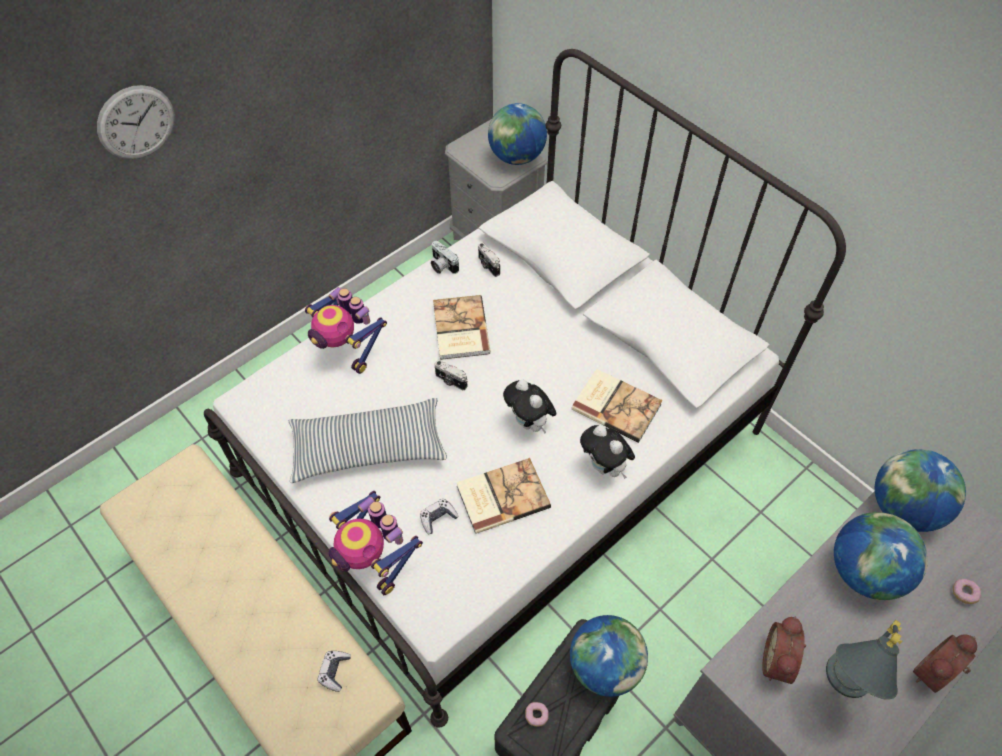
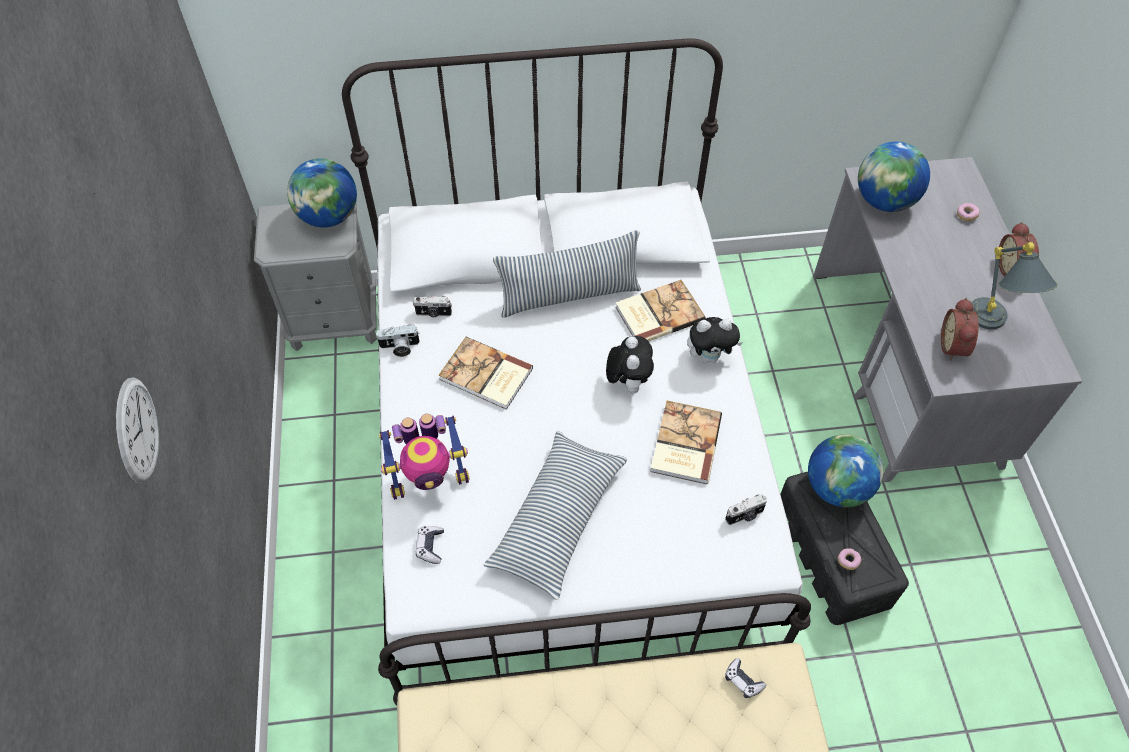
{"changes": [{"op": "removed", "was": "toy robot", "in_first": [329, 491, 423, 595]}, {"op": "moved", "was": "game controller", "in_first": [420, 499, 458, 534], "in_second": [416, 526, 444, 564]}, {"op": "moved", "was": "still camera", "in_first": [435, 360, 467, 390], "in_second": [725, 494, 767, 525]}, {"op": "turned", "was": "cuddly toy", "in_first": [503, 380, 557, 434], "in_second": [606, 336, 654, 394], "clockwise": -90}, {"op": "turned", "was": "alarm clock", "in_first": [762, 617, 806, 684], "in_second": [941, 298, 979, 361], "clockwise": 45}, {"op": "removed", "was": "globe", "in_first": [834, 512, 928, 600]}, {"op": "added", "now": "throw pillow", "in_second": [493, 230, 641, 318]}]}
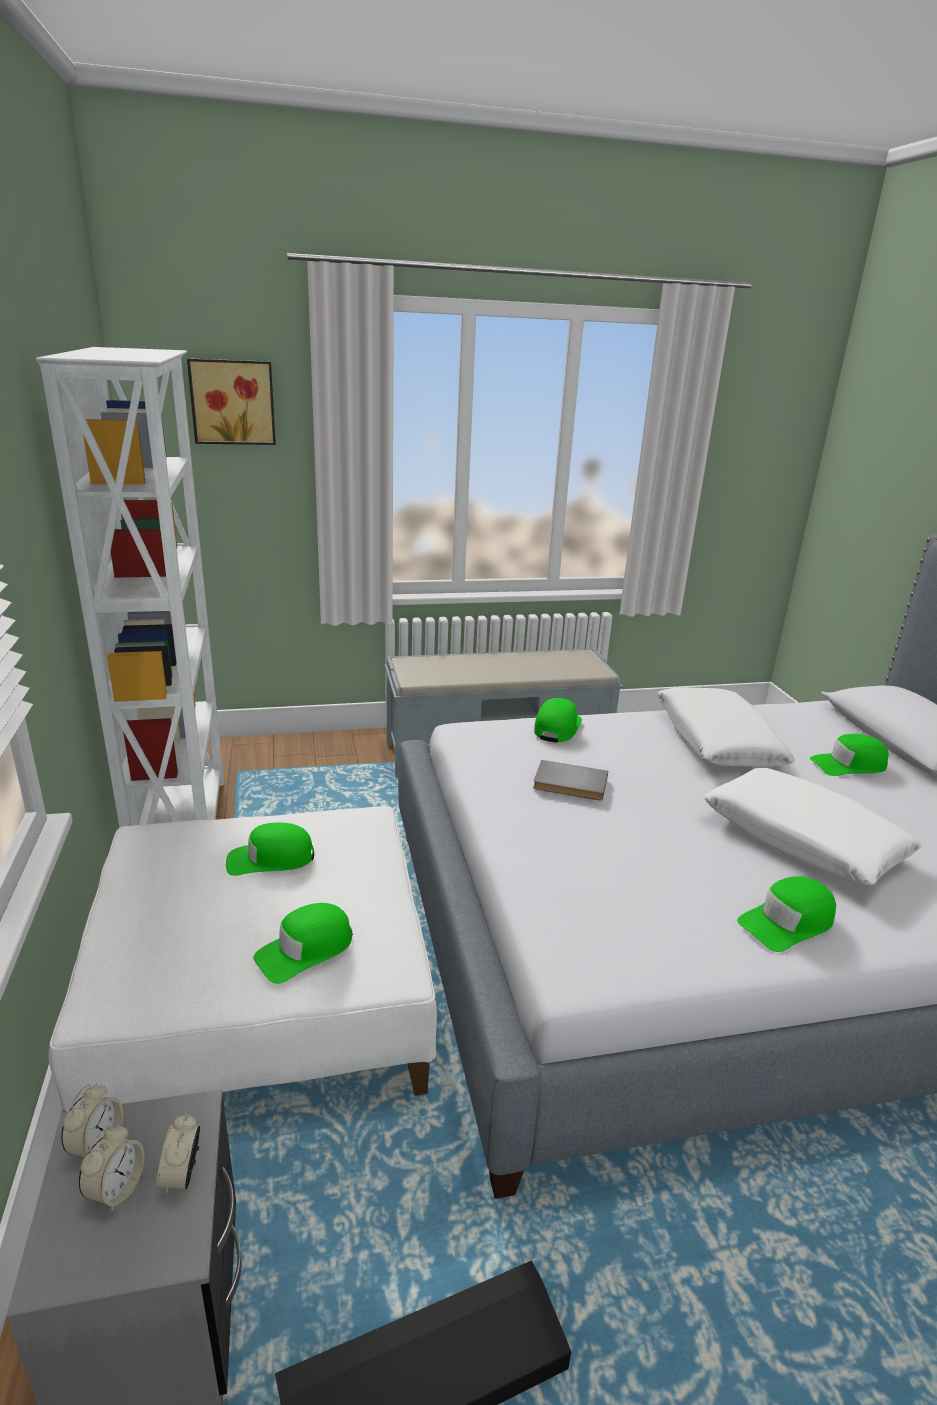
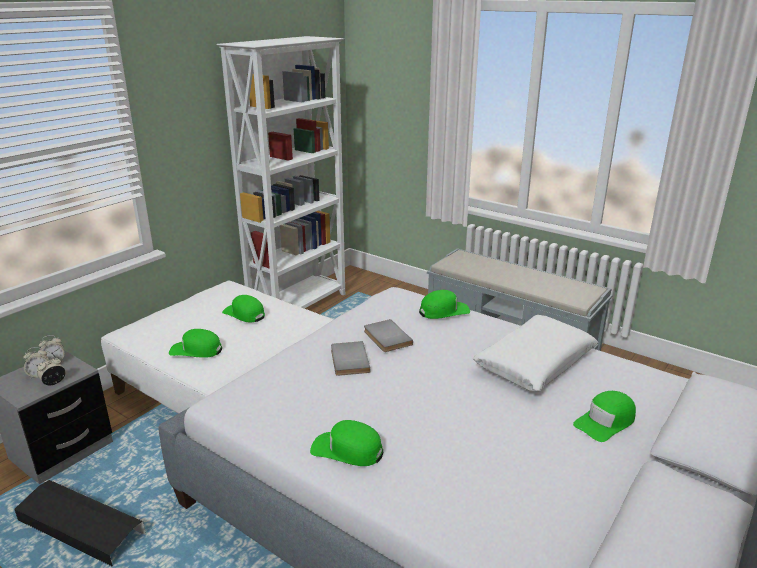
{"changes": [{"op": "removed", "was": "wall art", "in_first": [187, 358, 276, 445]}, {"op": "removed", "was": "whitish throw pillow", "in_first": [704, 768, 922, 886]}, {"op": "turned", "was": "greenish peaked cap", "in_first": [810, 734, 889, 776], "in_second": [573, 391, 636, 442], "clockwise": -75}, {"op": "added", "now": "grey volume", "in_second": [331, 341, 370, 376]}]}
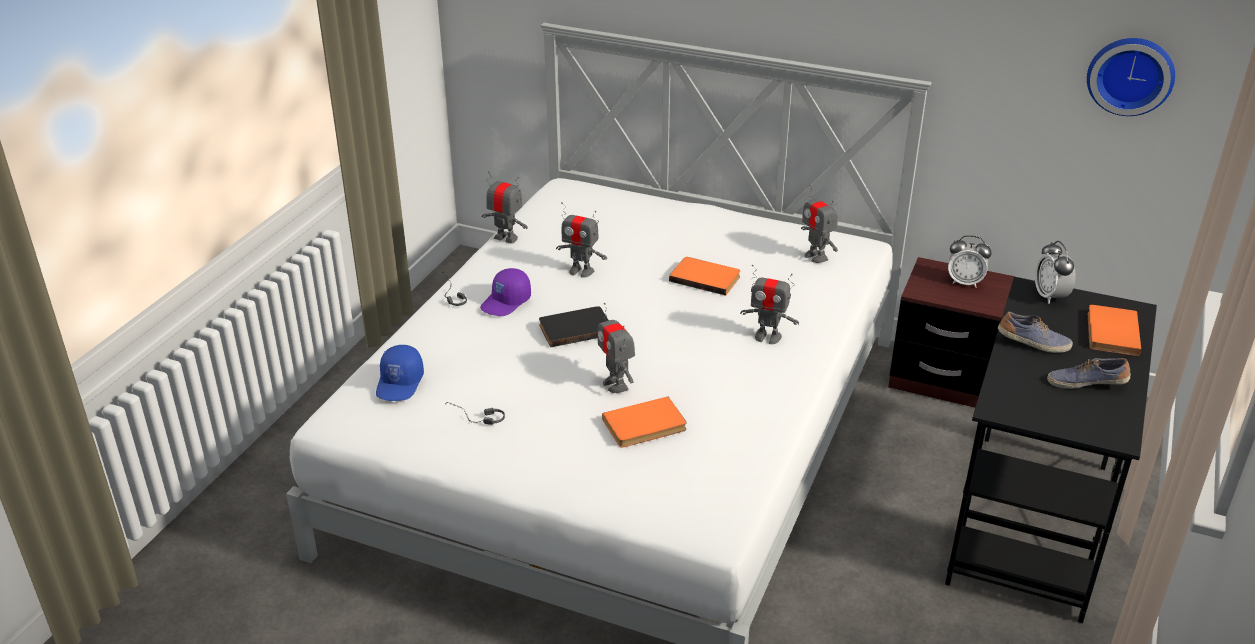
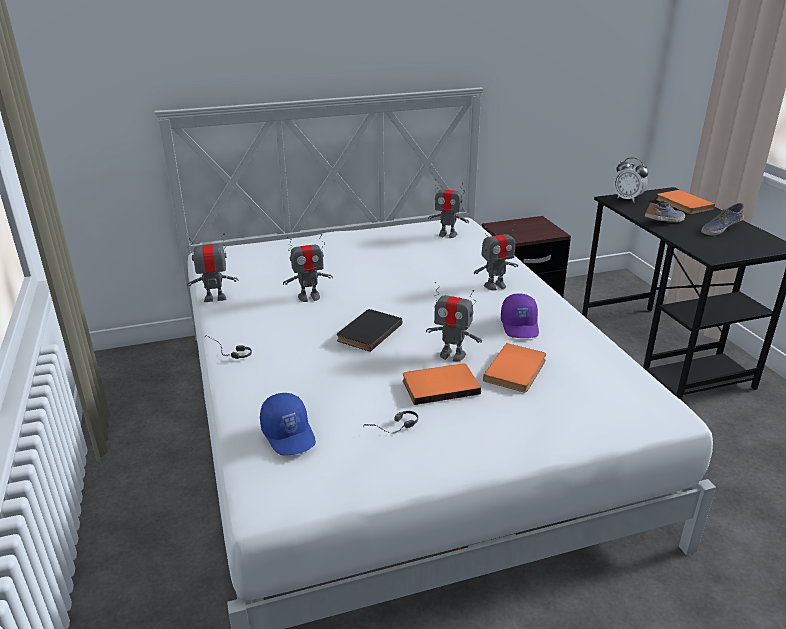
{"changes": [{"op": "moved", "was": "purplish peaked cap", "in_first": [480, 268, 531, 316], "in_second": [501, 293, 539, 338]}, {"op": "moved", "was": "orangey volume", "in_first": [669, 257, 740, 296], "in_second": [403, 364, 481, 405]}, {"op": "removed", "was": "alarm clock", "in_first": [948, 235, 992, 288]}, {"op": "removed", "was": "hanging clock", "in_first": [1087, 38, 1175, 116]}]}
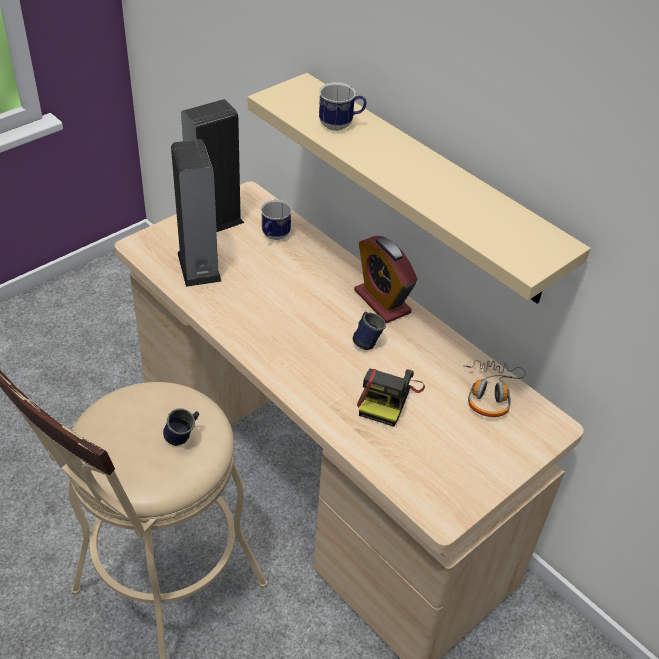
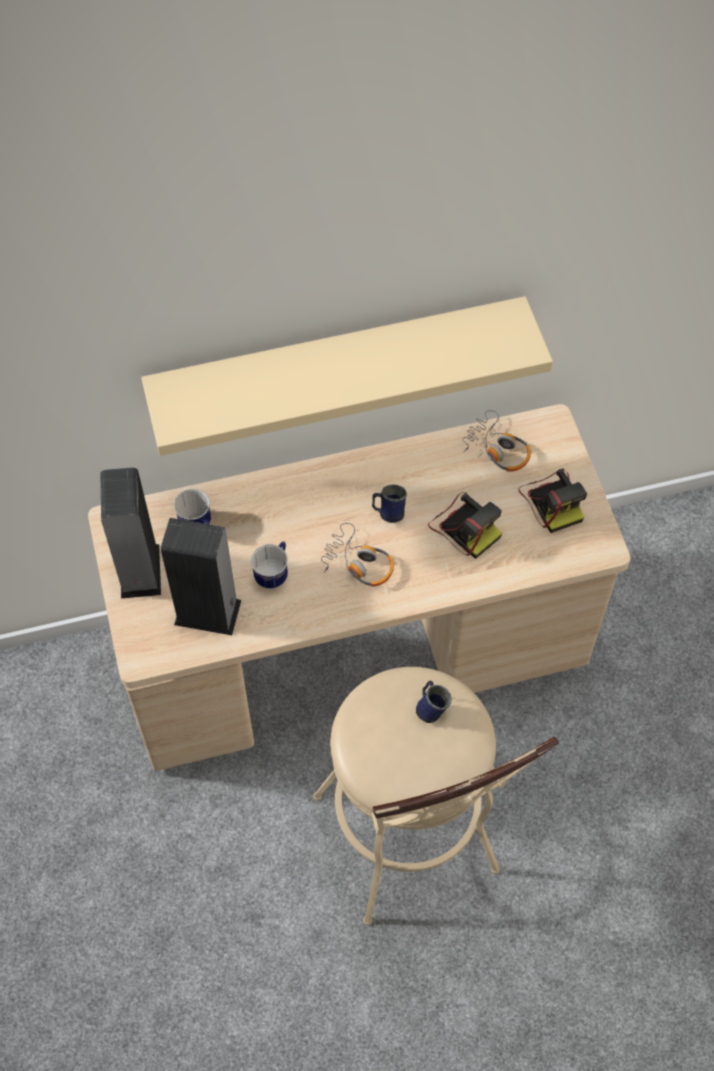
{"changes": [{"op": "moved", "was": "tea mug", "in_first": [319, 82, 367, 131], "in_second": [251, 541, 288, 589]}, {"op": "removed", "was": "alarm clock", "in_first": [354, 236, 417, 323]}, {"op": "added", "now": "pair of headphones", "in_second": [321, 523, 394, 587]}, {"op": "added", "now": "still camera", "in_second": [519, 468, 587, 533]}]}
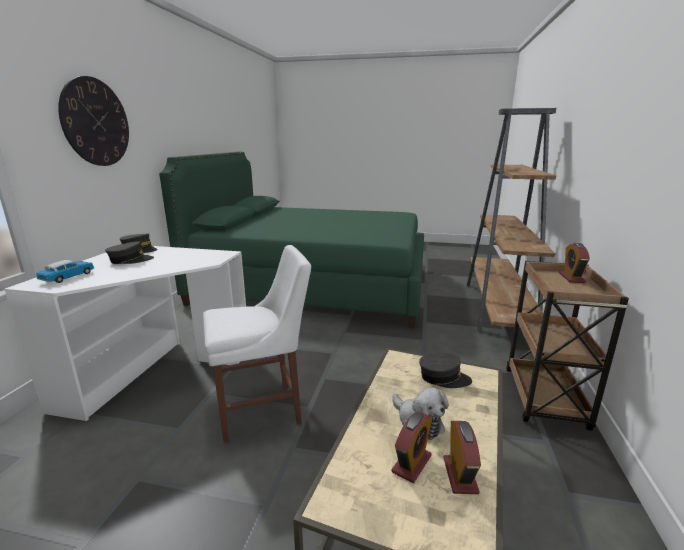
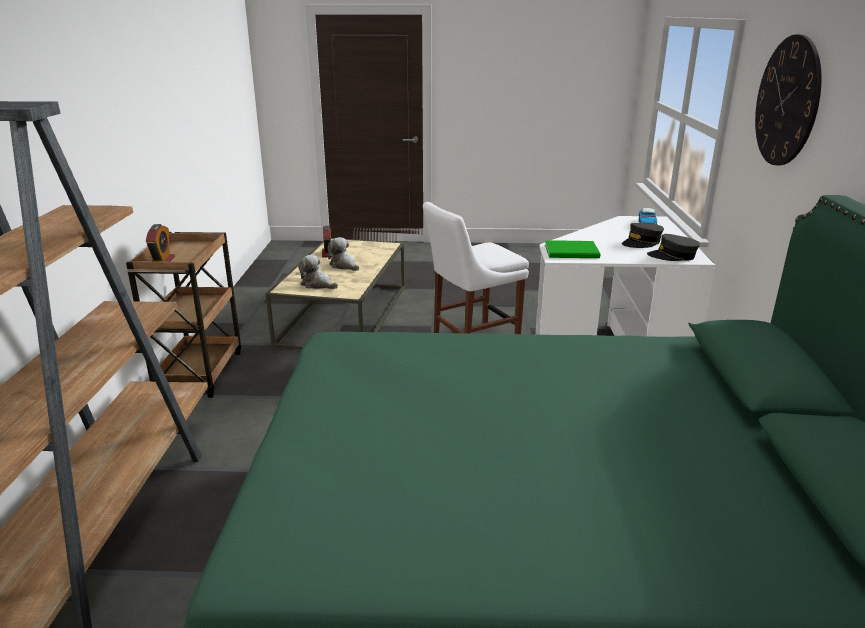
{"changes": [{"op": "removed", "was": "alarm clock", "in_first": [392, 412, 432, 483]}, {"op": "replaced", "was": "grey peaked cap", "now": "cuddly toy", "in_first": [419, 353, 472, 388], "in_second": [298, 255, 338, 289]}, {"op": "added", "now": "greenish volume", "in_second": [545, 240, 600, 258]}]}
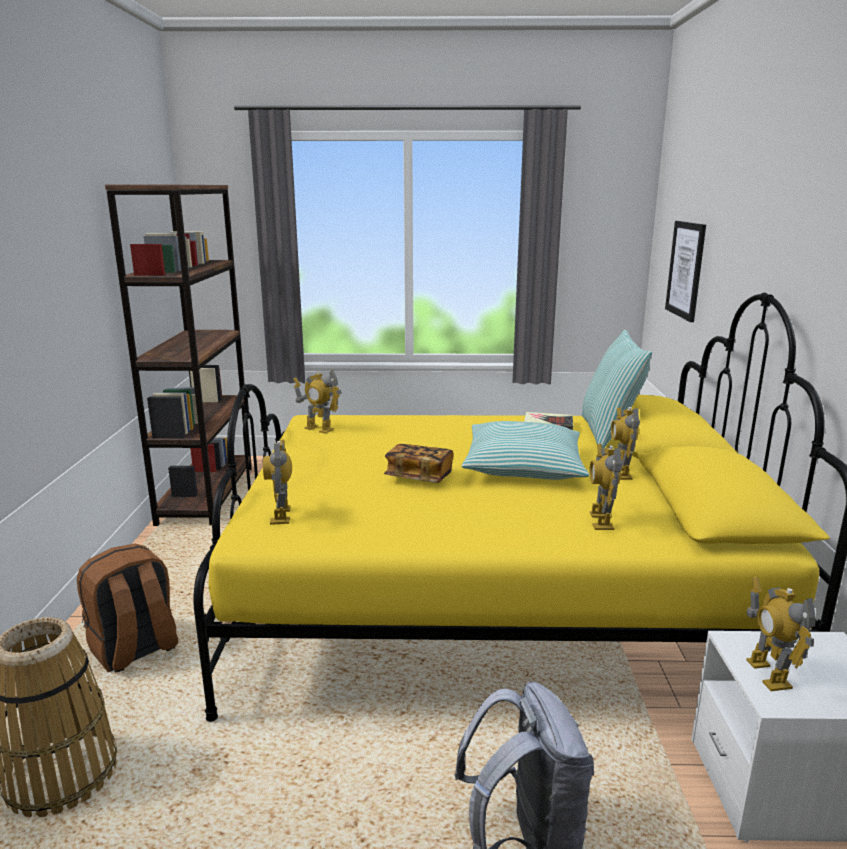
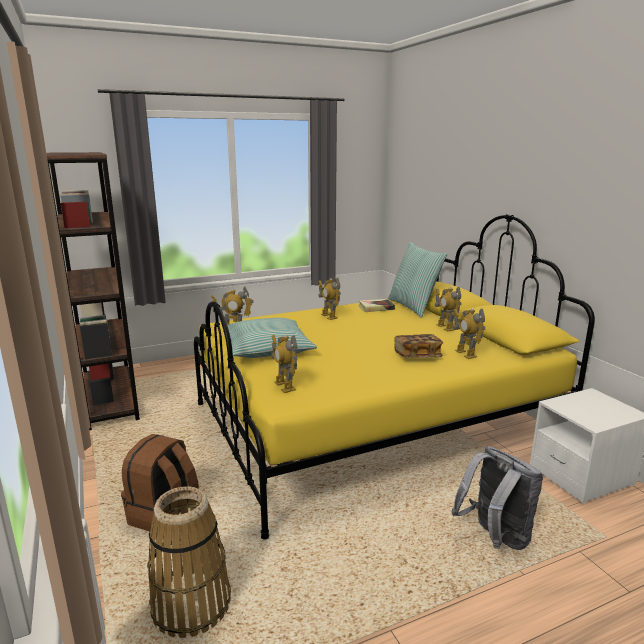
{"changes": [{"op": "moved", "was": "volume", "in_first": [384, 444, 453, 483], "in_second": [394, 334, 443, 358]}, {"op": "moved", "was": "throw pillow", "in_first": [462, 421, 589, 480], "in_second": [222, 318, 317, 358]}, {"op": "removed", "was": "wall art", "in_first": [665, 221, 706, 322]}, {"op": "moved", "was": "toy robot", "in_first": [746, 577, 816, 691], "in_second": [319, 278, 341, 320]}]}
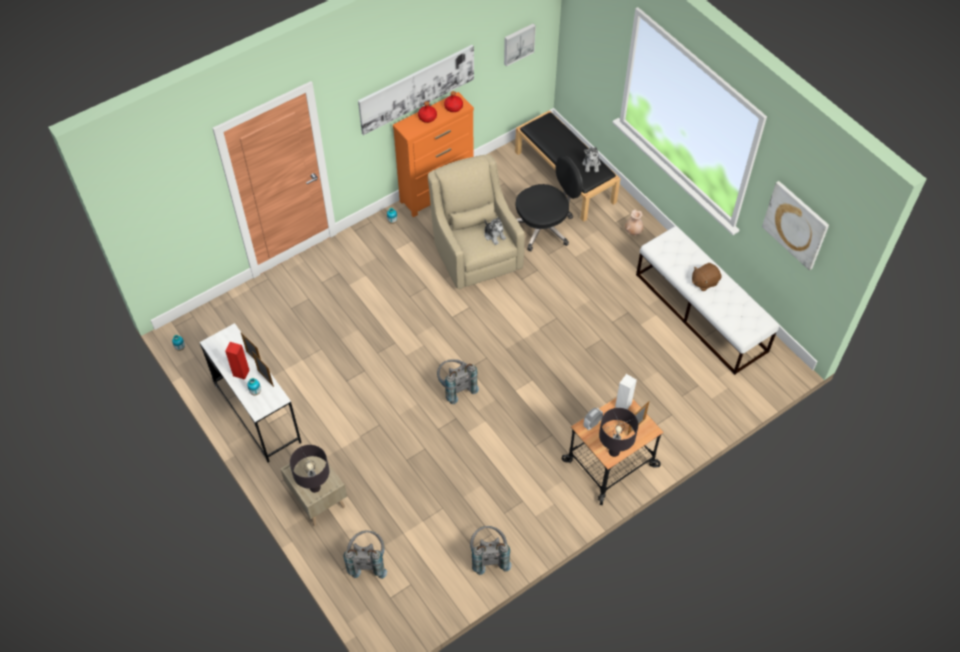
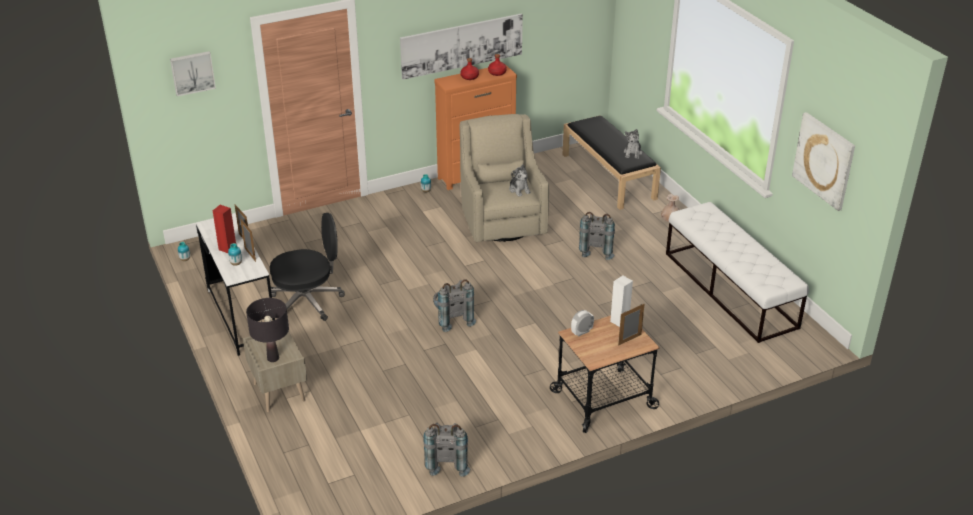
{"changes": [{"op": "moved", "was": "grey backpack", "in_first": [343, 530, 387, 579], "in_second": [579, 212, 615, 260]}, {"op": "moved", "was": "wall art", "in_first": [504, 24, 536, 66], "in_second": [170, 51, 216, 96]}, {"op": "moved", "was": "black computer chair", "in_first": [516, 156, 583, 252], "in_second": [270, 213, 345, 321]}, {"op": "removed", "was": "black tabletop lamp", "in_first": [599, 408, 638, 457]}, {"op": "removed", "was": "brown cuddly toy", "in_first": [692, 263, 722, 291]}]}
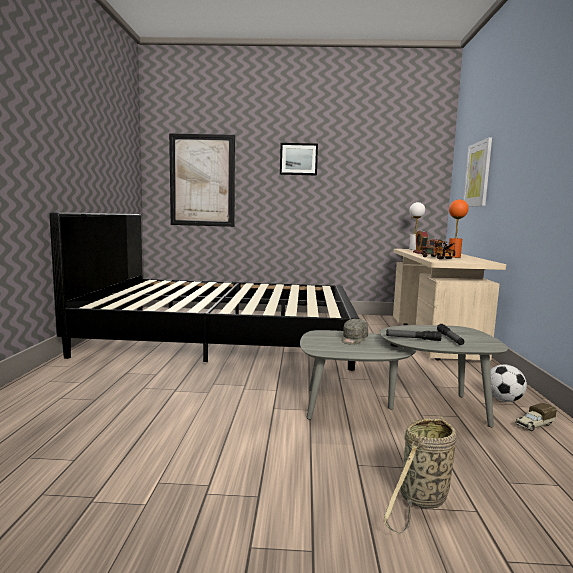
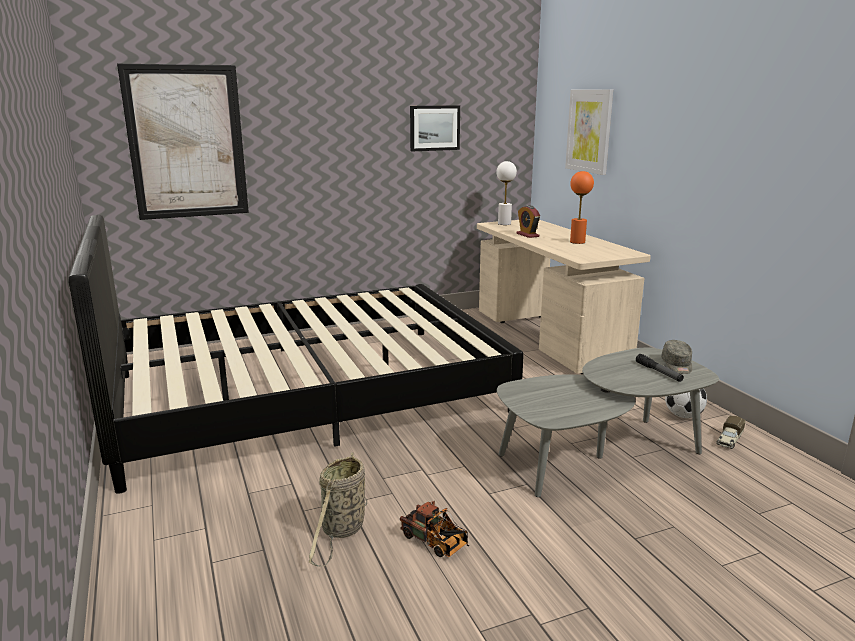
{"changes": [{"op": "moved", "was": "wall art", "in_first": [280, 143, 318, 175], "in_second": [410, 105, 460, 151]}, {"op": "moved", "was": "grey peaked cap", "in_first": [342, 319, 368, 345], "in_second": [661, 340, 692, 374]}, {"op": "moved", "was": "storage basket", "in_first": [383, 416, 457, 534], "in_second": [309, 452, 367, 566]}, {"op": "removed", "was": "hand torch", "in_first": [386, 329, 442, 341]}, {"op": "moved", "was": "model truck", "in_first": [421, 239, 455, 259], "in_second": [400, 501, 469, 557]}]}
